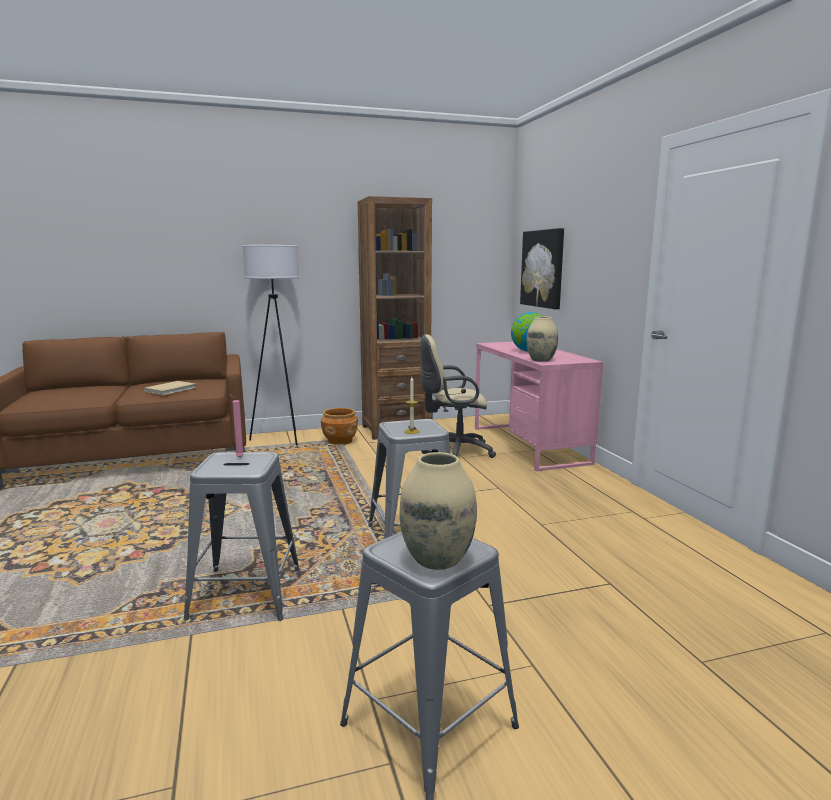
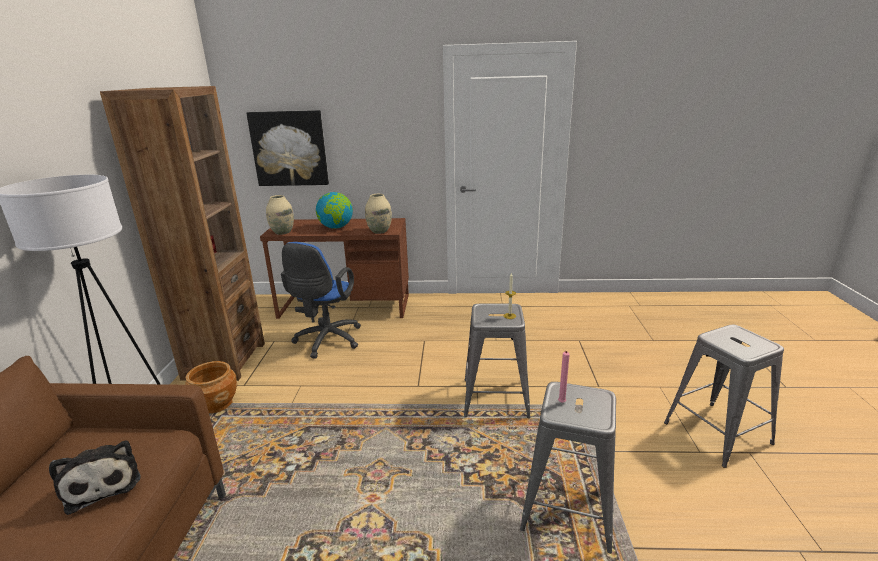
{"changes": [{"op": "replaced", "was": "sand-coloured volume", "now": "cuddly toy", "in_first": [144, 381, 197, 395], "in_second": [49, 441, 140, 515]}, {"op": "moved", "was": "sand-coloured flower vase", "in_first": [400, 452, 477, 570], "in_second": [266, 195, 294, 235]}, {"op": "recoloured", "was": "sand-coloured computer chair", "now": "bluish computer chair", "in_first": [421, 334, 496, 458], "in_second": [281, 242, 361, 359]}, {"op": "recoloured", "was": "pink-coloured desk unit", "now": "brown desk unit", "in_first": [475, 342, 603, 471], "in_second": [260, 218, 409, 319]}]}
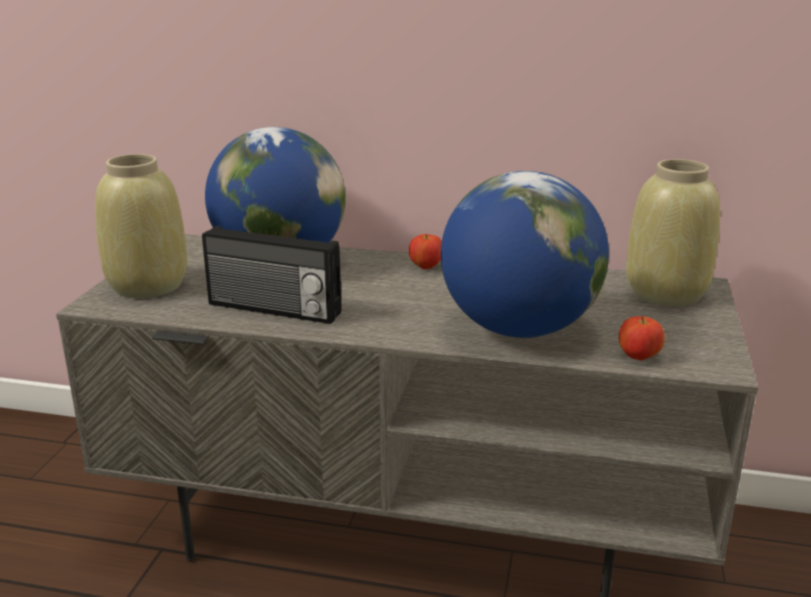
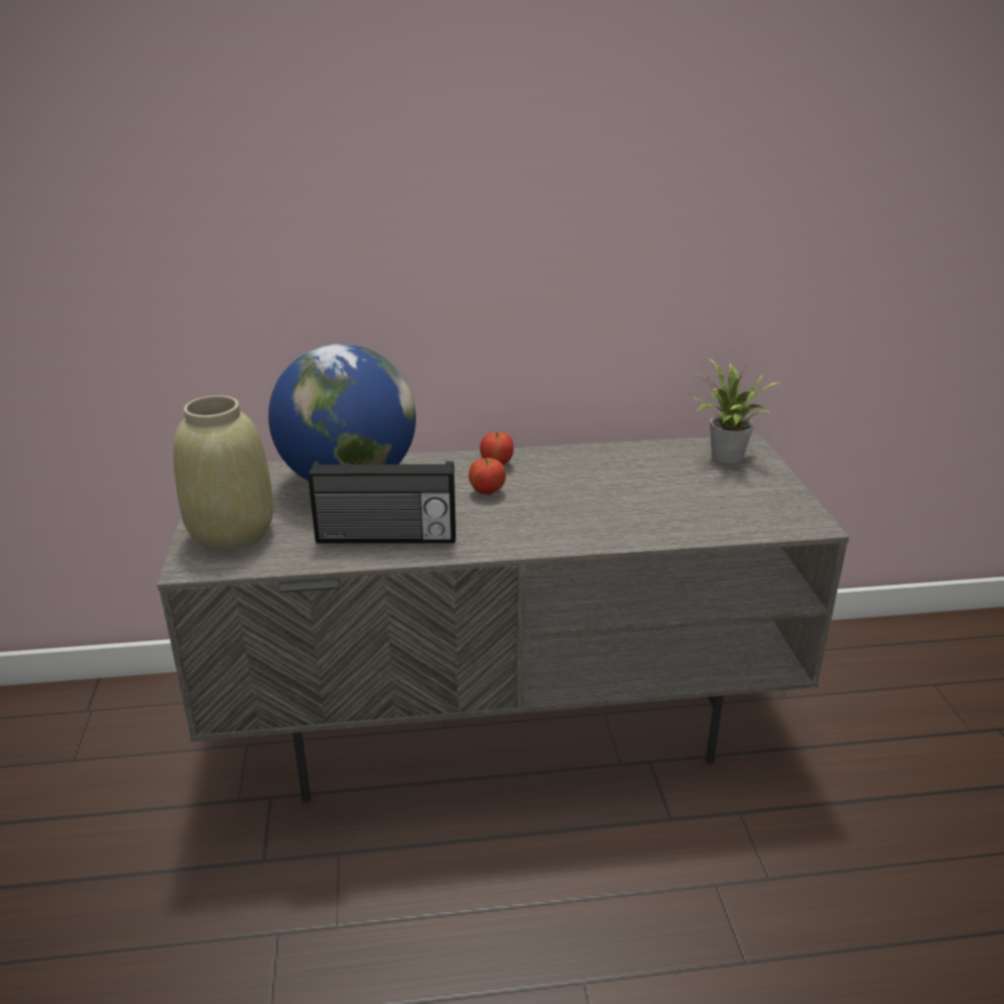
{"changes": [{"op": "removed", "was": "globe", "in_first": [441, 171, 609, 338]}, {"op": "moved", "was": "whole apple", "in_first": [619, 316, 665, 361], "in_second": [469, 458, 506, 495]}, {"op": "replaced", "was": "sand-coloured flower vase", "now": "houseplant", "in_first": [626, 159, 720, 306], "in_second": [692, 358, 782, 464]}]}
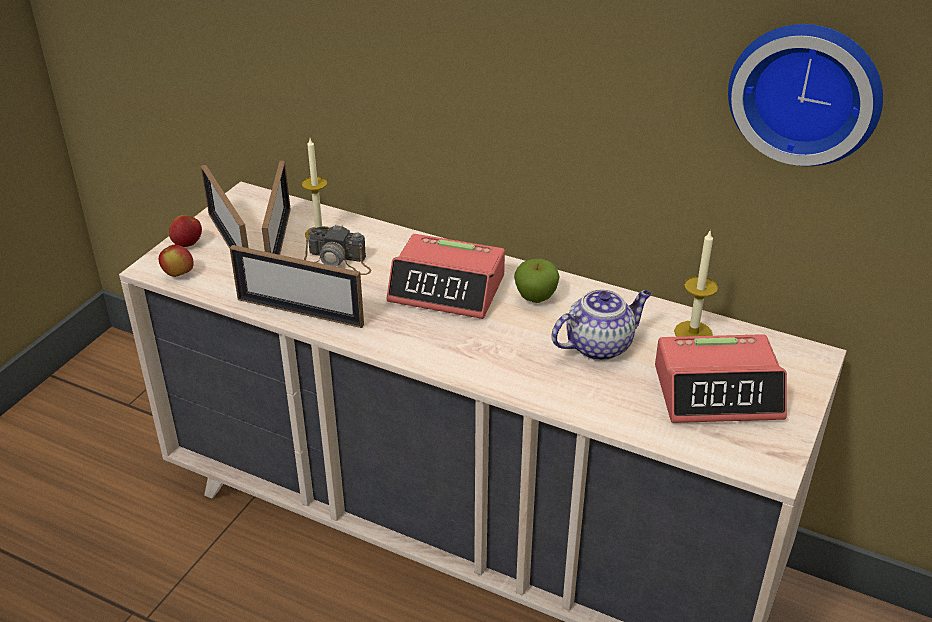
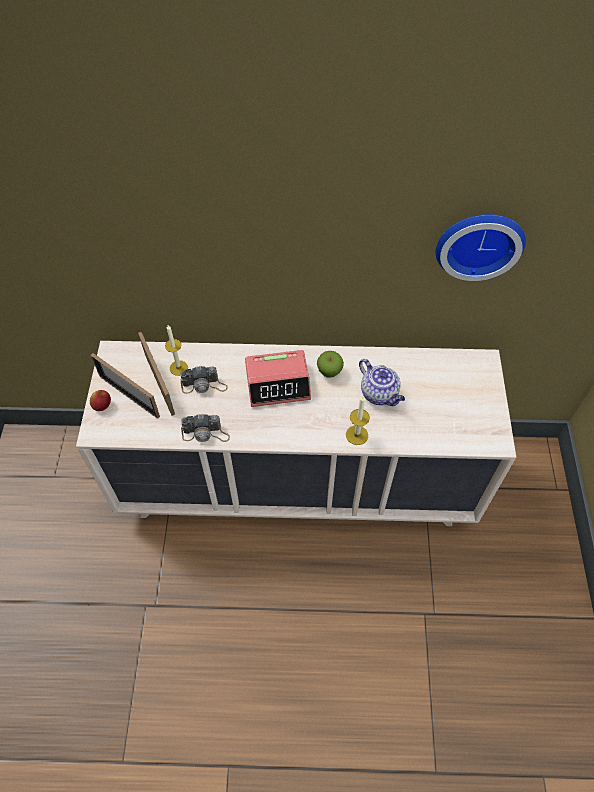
{"changes": [{"op": "removed", "was": "whole apple", "in_first": [159, 245, 194, 277]}, {"op": "replaced", "was": "photo frame", "now": "still camera", "in_first": [230, 245, 364, 328], "in_second": [181, 414, 230, 442]}, {"op": "turned", "was": "tea pot", "in_first": [551, 289, 651, 361], "in_second": [359, 359, 405, 406], "clockwise": 105}, {"op": "removed", "was": "alarm clock", "in_first": [655, 334, 787, 423]}, {"op": "moved", "was": "candle", "in_first": [674, 229, 718, 337], "in_second": [346, 396, 370, 445]}]}
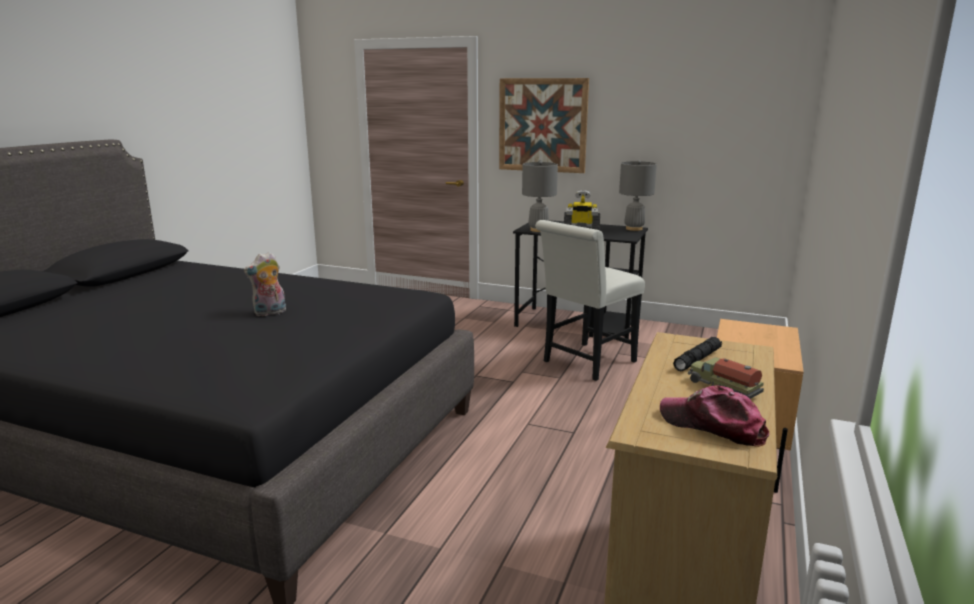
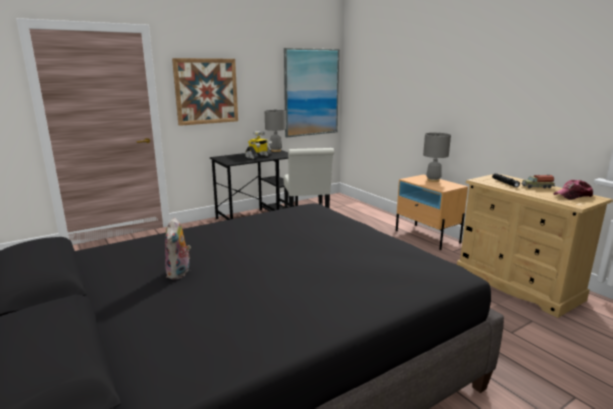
{"changes": [{"op": "moved", "was": "cuddly toy", "in_first": [244, 252, 286, 316], "in_second": [165, 217, 191, 279]}, {"op": "moved", "was": "grey tabletop lamp", "in_first": [522, 161, 558, 232], "in_second": [423, 132, 451, 182]}, {"op": "added", "now": "wall art", "in_second": [284, 48, 339, 137]}]}
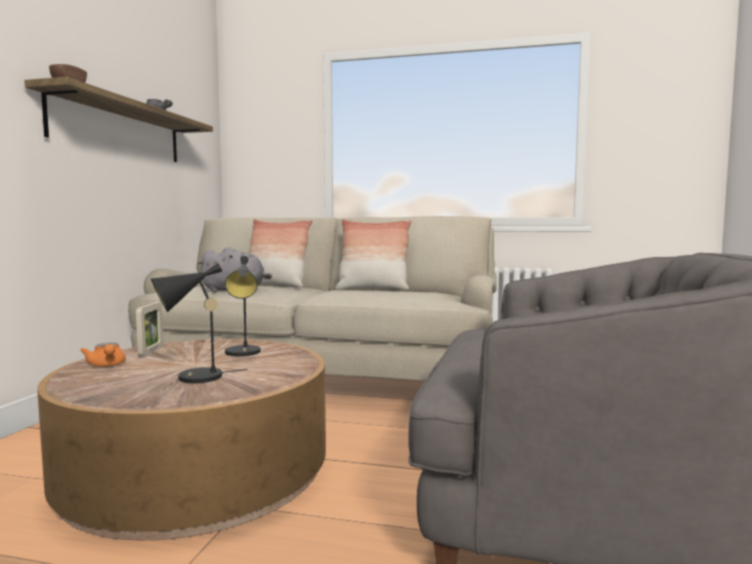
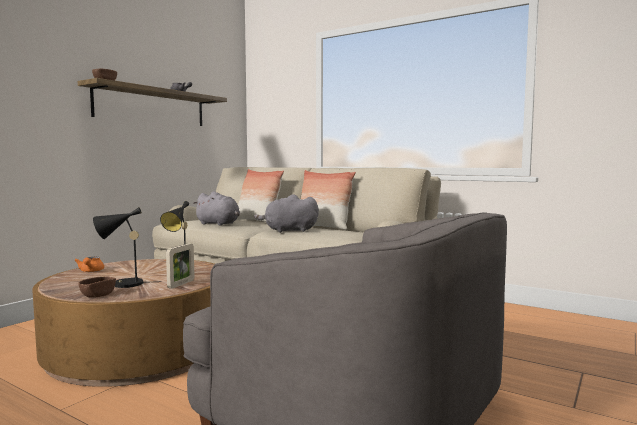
{"changes": [{"op": "moved", "was": "photo frame", "in_first": [136, 302, 163, 357], "in_second": [166, 244, 195, 289]}, {"op": "added", "now": "brown deep dish", "in_second": [79, 276, 116, 298]}, {"op": "added", "now": "grey cuddly toy", "in_second": [254, 194, 319, 233]}]}
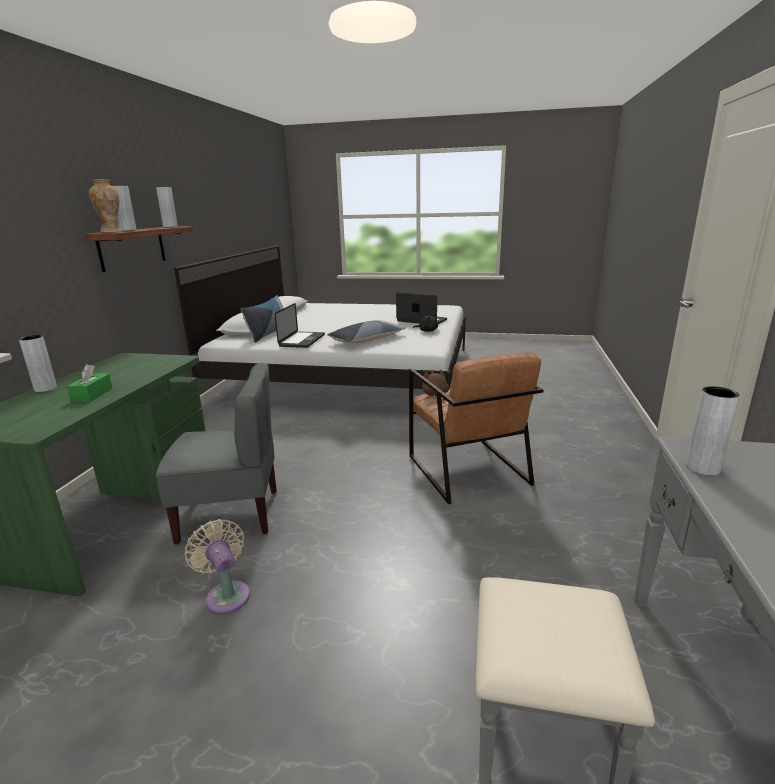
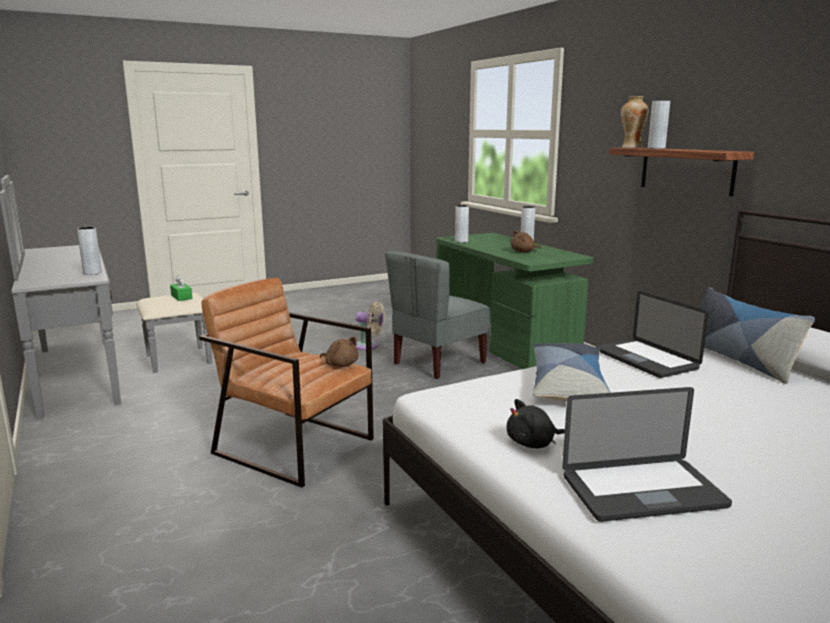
{"changes": [{"op": "moved", "was": "greenish tissue box", "in_first": [67, 364, 112, 402], "in_second": [170, 275, 193, 301]}, {"op": "moved", "was": "grey flower vase", "in_first": [156, 187, 178, 227], "in_second": [455, 205, 469, 243]}, {"op": "added", "now": "brown cuddly toy", "in_second": [510, 230, 541, 253]}]}
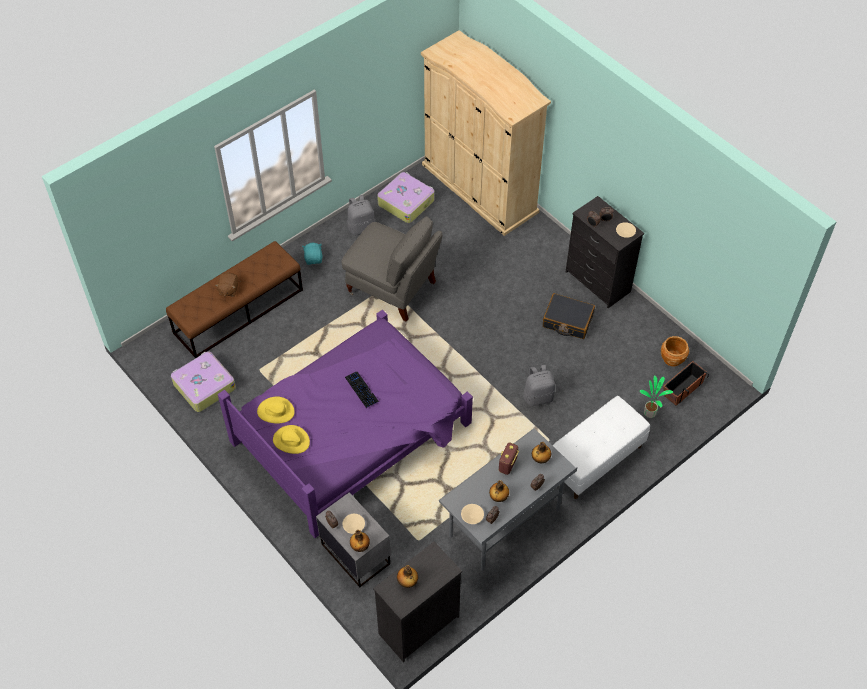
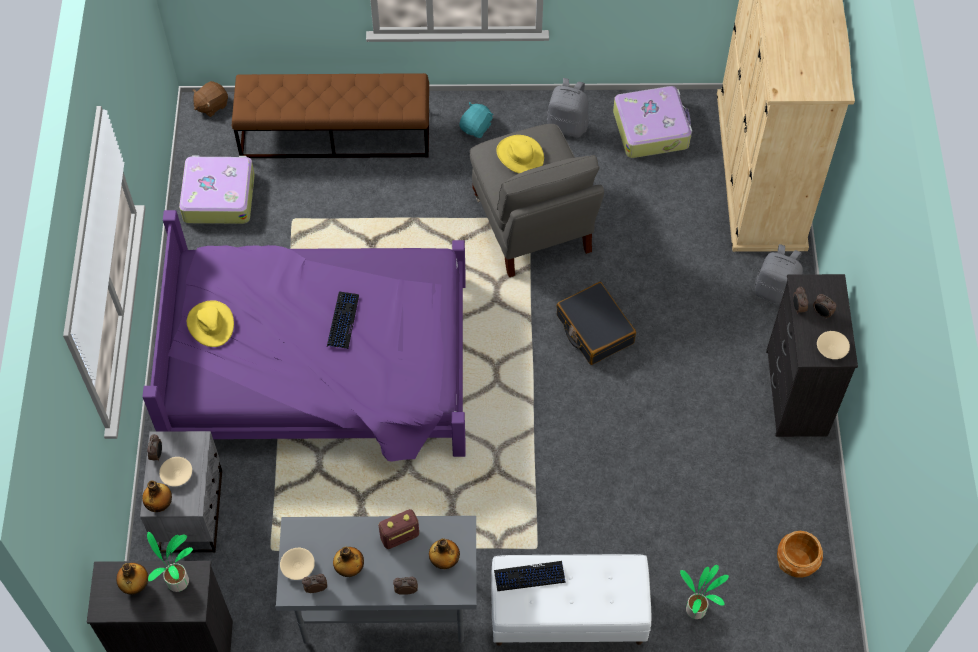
{"changes": [{"op": "moved", "was": "brown cuddly toy", "in_first": [215, 272, 238, 296], "in_second": [193, 81, 228, 117]}, {"op": "moved", "was": "yellow-coloured clothing hat", "in_first": [257, 396, 295, 423], "in_second": [496, 135, 544, 173]}, {"op": "moved", "was": "grey backpack", "in_first": [523, 365, 555, 406], "in_second": [755, 244, 803, 305]}, {"op": "moved", "was": "black travel case", "in_first": [543, 293, 595, 339], "in_second": [556, 282, 636, 365]}, {"op": "removed", "was": "flower pot", "in_first": [663, 361, 709, 406]}, {"op": "added", "now": "houseplant", "in_second": [147, 532, 193, 592]}, {"op": "added", "now": "computer keyboard", "in_second": [494, 561, 565, 591]}]}
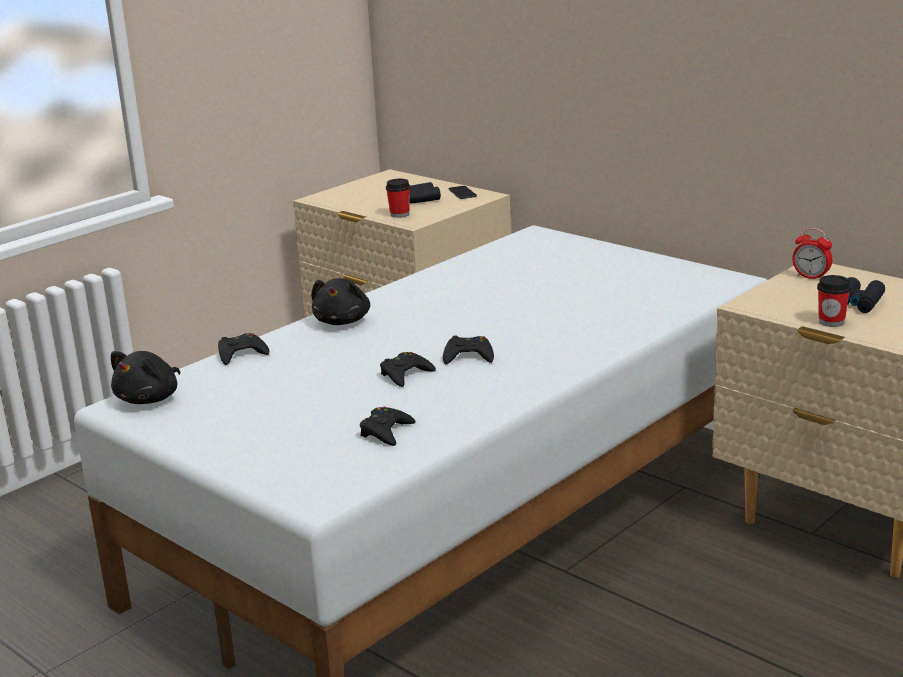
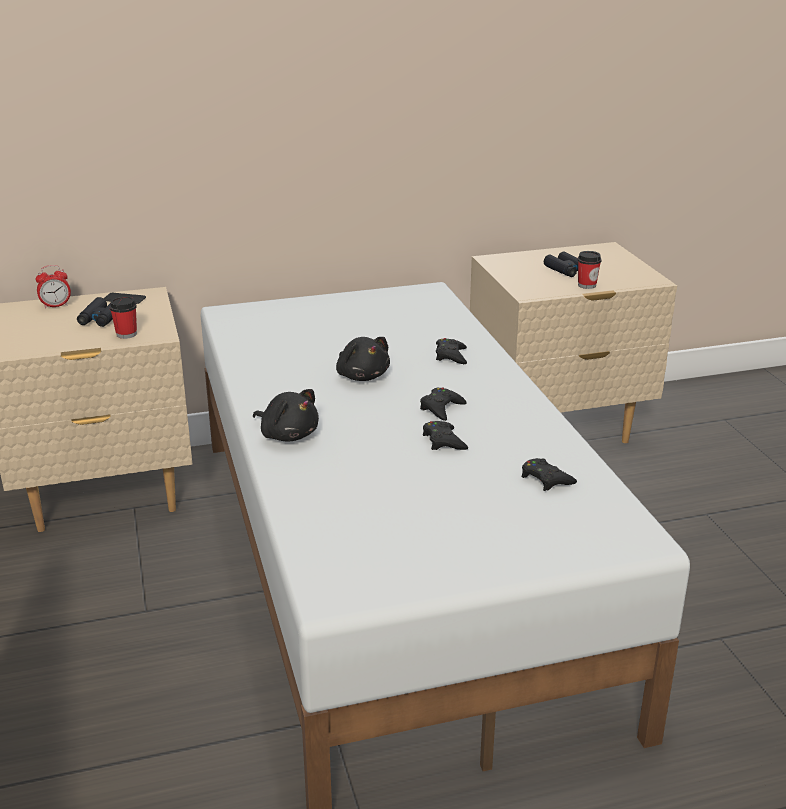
{"changes": [{"op": "moved", "was": "black cuddly toy", "in_first": [111, 351, 180, 404], "in_second": [336, 337, 390, 381]}, {"op": "moved", "was": "black game controller", "in_first": [218, 333, 269, 365], "in_second": [436, 338, 467, 364]}, {"op": "moved", "was": "alarm clock", "in_first": [792, 228, 832, 279], "in_second": [35, 265, 71, 309]}]}
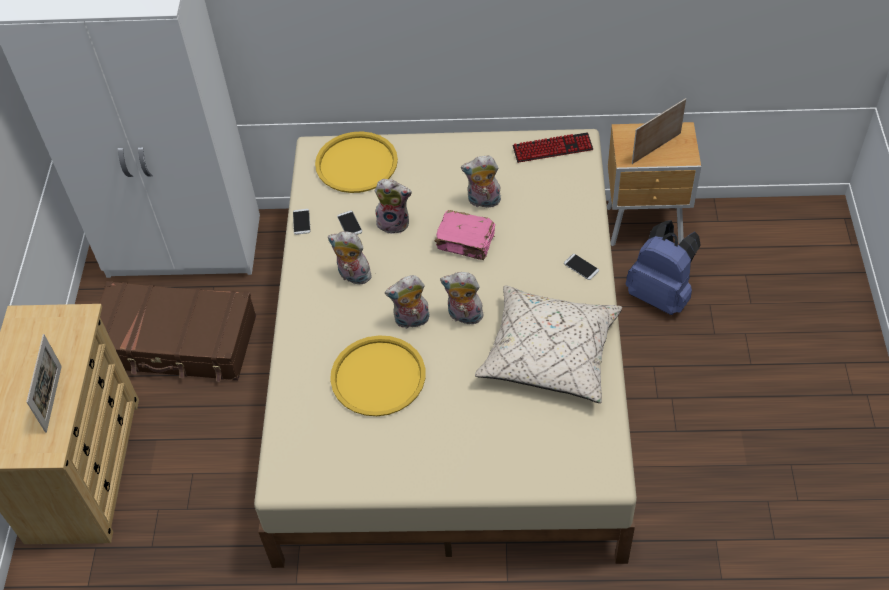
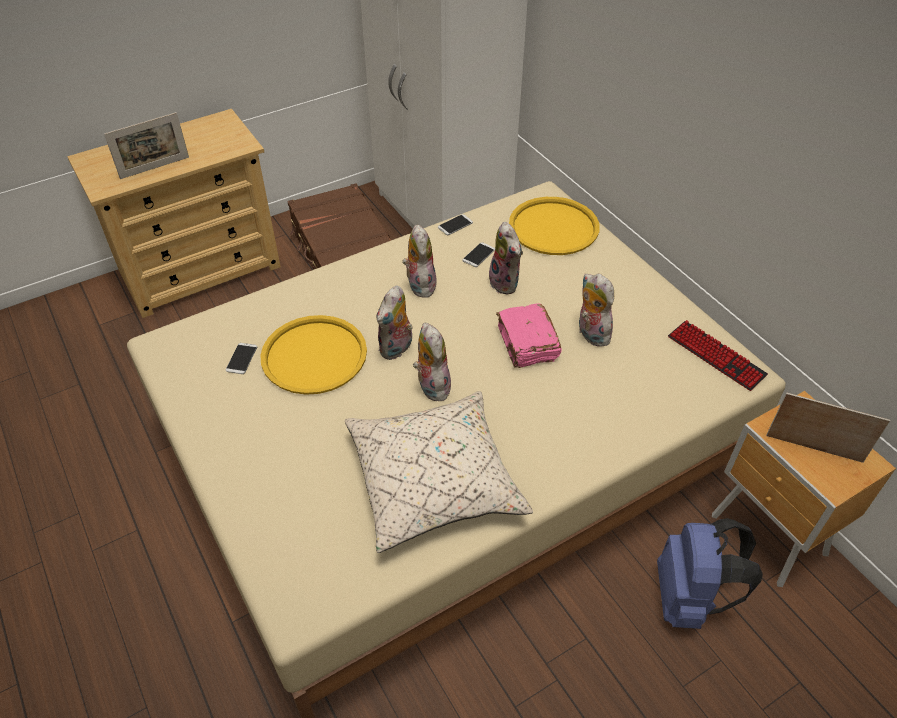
{"changes": [{"op": "turned", "was": "cuddly toy", "in_first": [385, 275, 430, 329], "in_second": [376, 286, 413, 360], "clockwise": -105}, {"op": "moved", "was": "telephone", "in_first": [564, 254, 599, 280], "in_second": [226, 343, 257, 374]}]}
